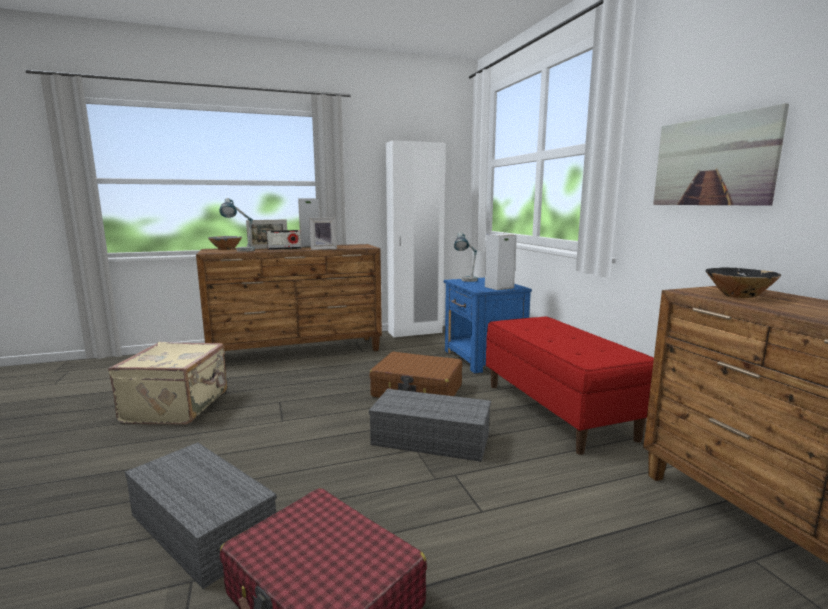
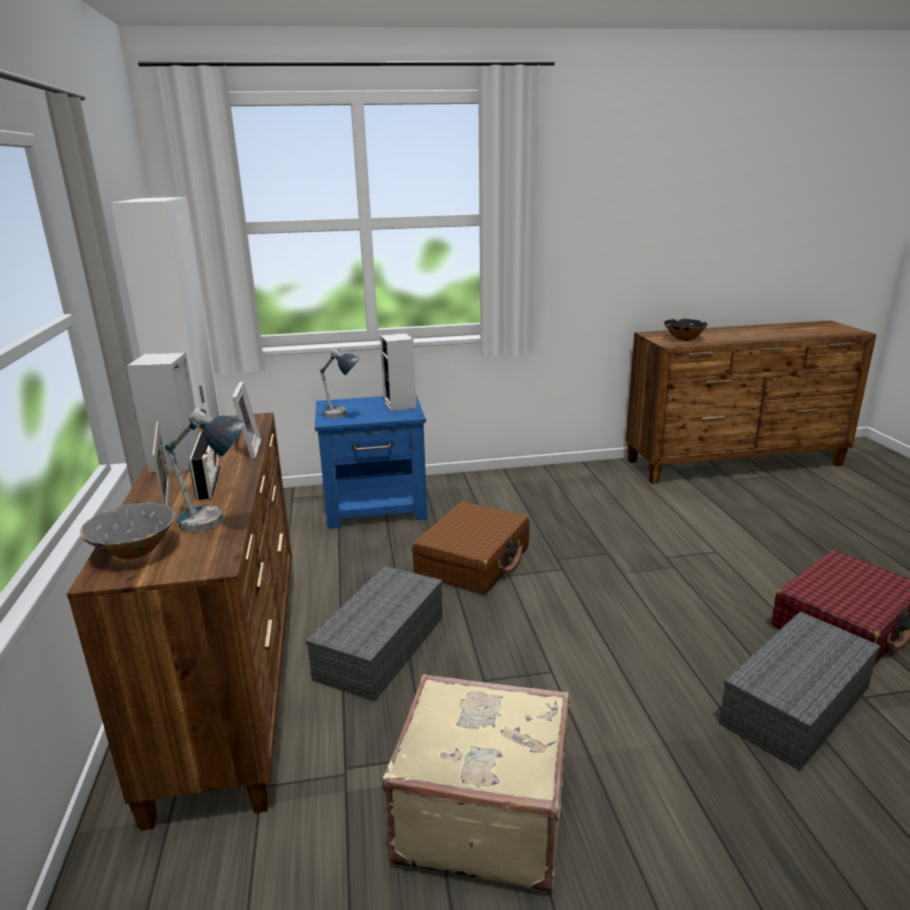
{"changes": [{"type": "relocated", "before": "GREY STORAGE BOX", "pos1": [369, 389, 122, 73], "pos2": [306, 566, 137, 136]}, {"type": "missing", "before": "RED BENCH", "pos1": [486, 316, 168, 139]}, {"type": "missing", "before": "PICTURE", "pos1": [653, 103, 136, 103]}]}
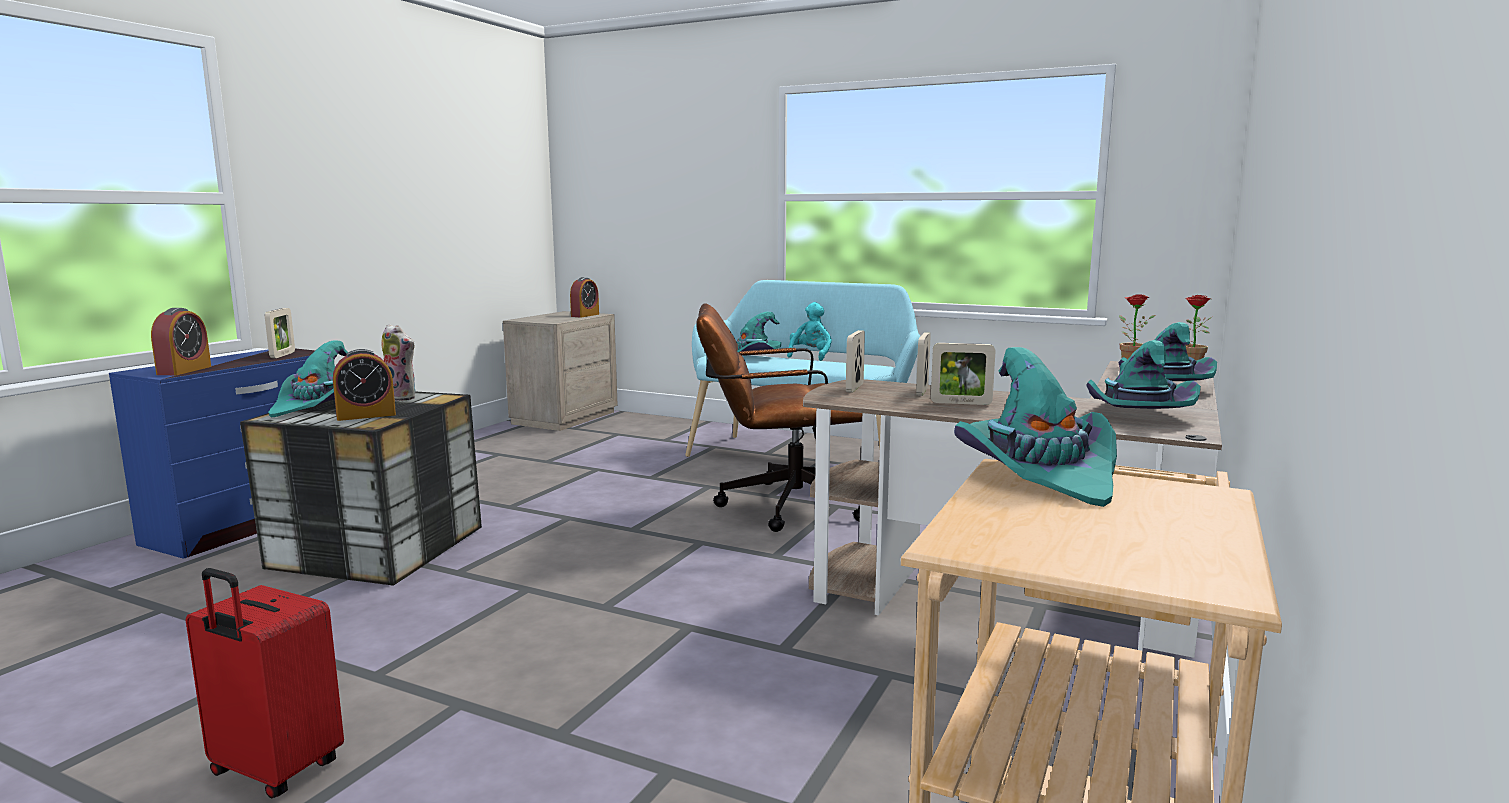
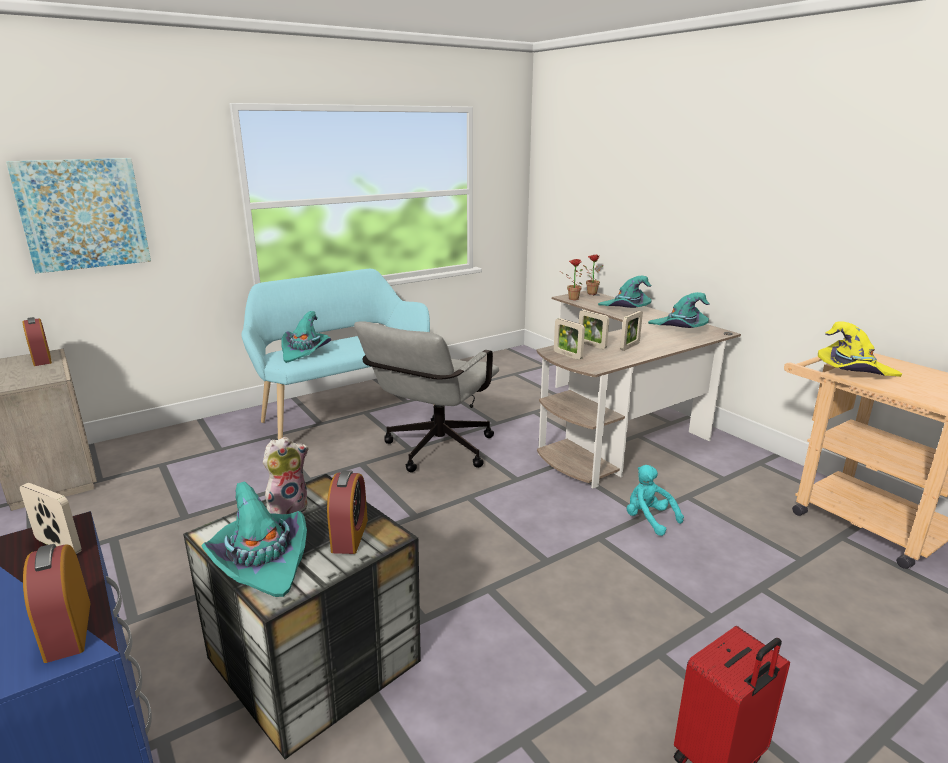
{"changes": [{"type": "appeared", "after": "PICTURE", "pos2": [6, 158, 145, 115]}, {"type": "spun", "before": "ALARM CLOCK", "pos1": [151, 308, 60, 67], "pos2": [23, 544, 68, 119], "turn": -150}, {"type": "colour", "before": "BROWN OFFICE CHAIR", "after": "GREY OFFICE CHAIR", "pos1": [696, 304, 166, 228], "pos2": [354, 321, 145, 151]}, {"type": "relocated", "before": "TURQUOISE PLUSH TOY", "pos1": [787, 302, 45, 59], "pos2": [627, 465, 57, 71]}, {"type": "colour", "before": "TURQUOISE HAT", "after": "YELLOW HAT", "pos1": [954, 347, 163, 160], "pos2": [818, 322, 84, 55]}]}
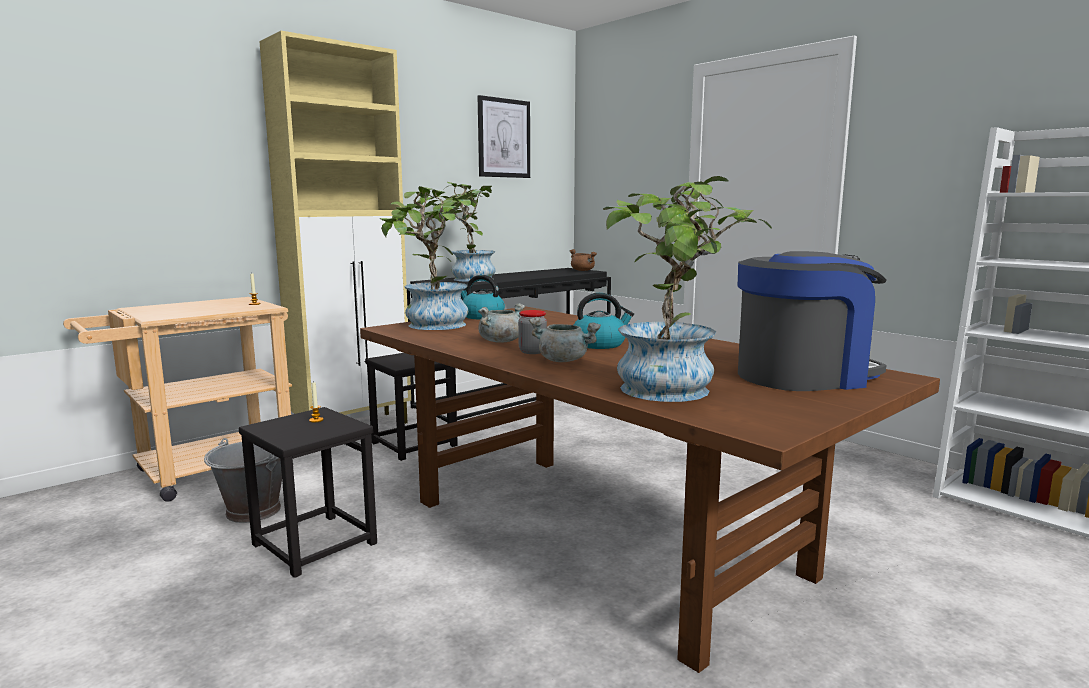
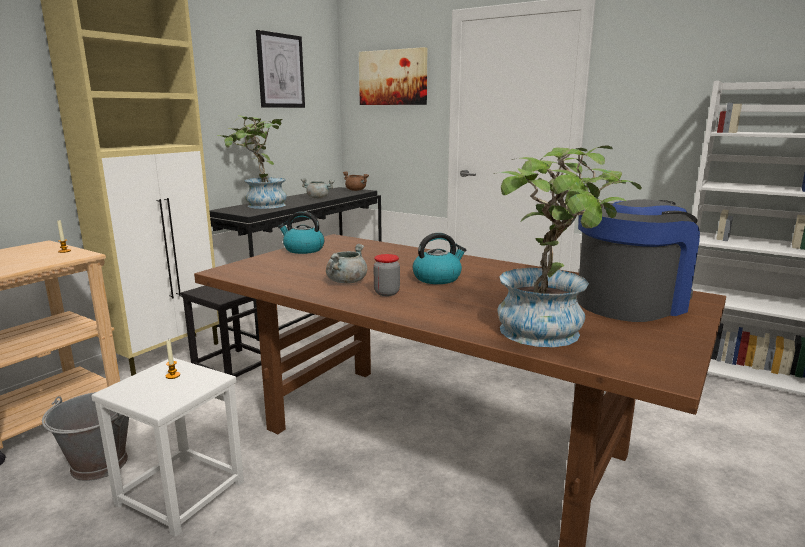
{"changes": [{"type": "colour", "before": "BLACK STOOL", "after": "WHITE STOOL", "pos1": [239, 407, 138, 171], "pos2": [91, 358, 153, 179]}, {"type": "relocated", "before": "GREY COOKING POT", "pos1": [529, 317, 72, 45], "pos2": [301, 178, 34, 20]}, {"type": "appeared", "after": "PICTURE", "pos2": [359, 47, 69, 58]}, {"type": "missing", "before": "POTTED PLANT", "pos1": [380, 186, 95, 144]}]}
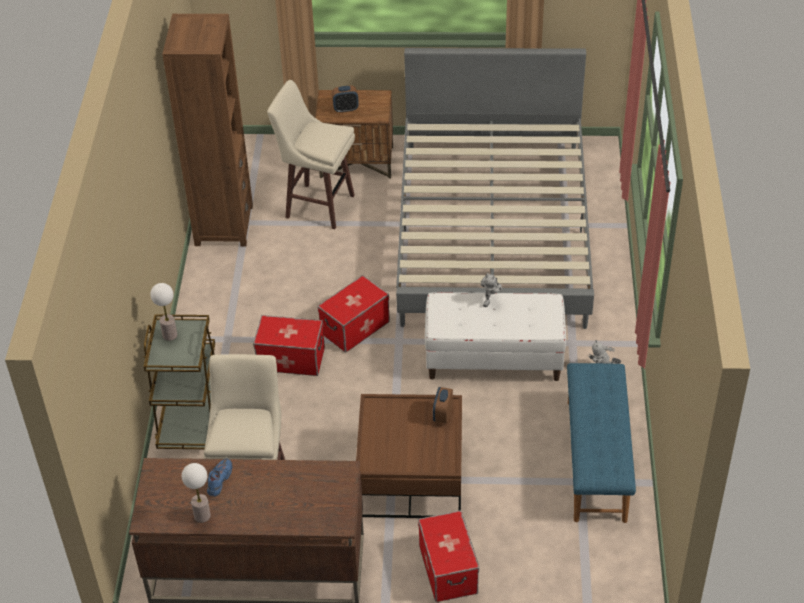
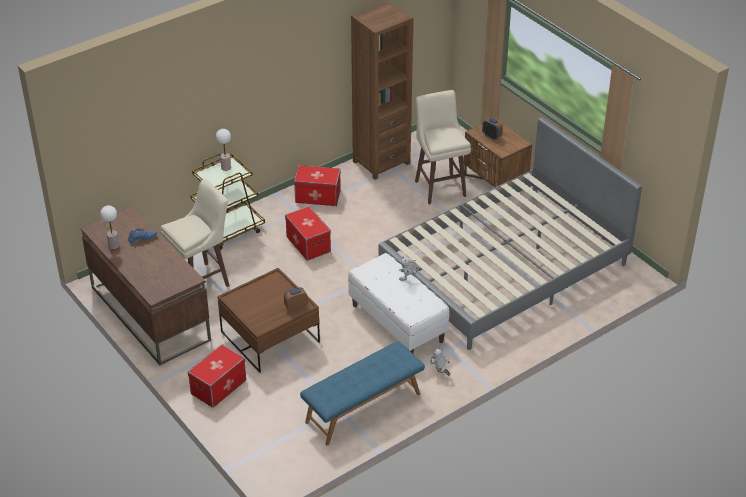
{"changes": [{"type": "relocated", "before": "STORAGE BOX", "pos1": [317, 275, 73, 78], "pos2": [294, 165, 47, 41]}]}
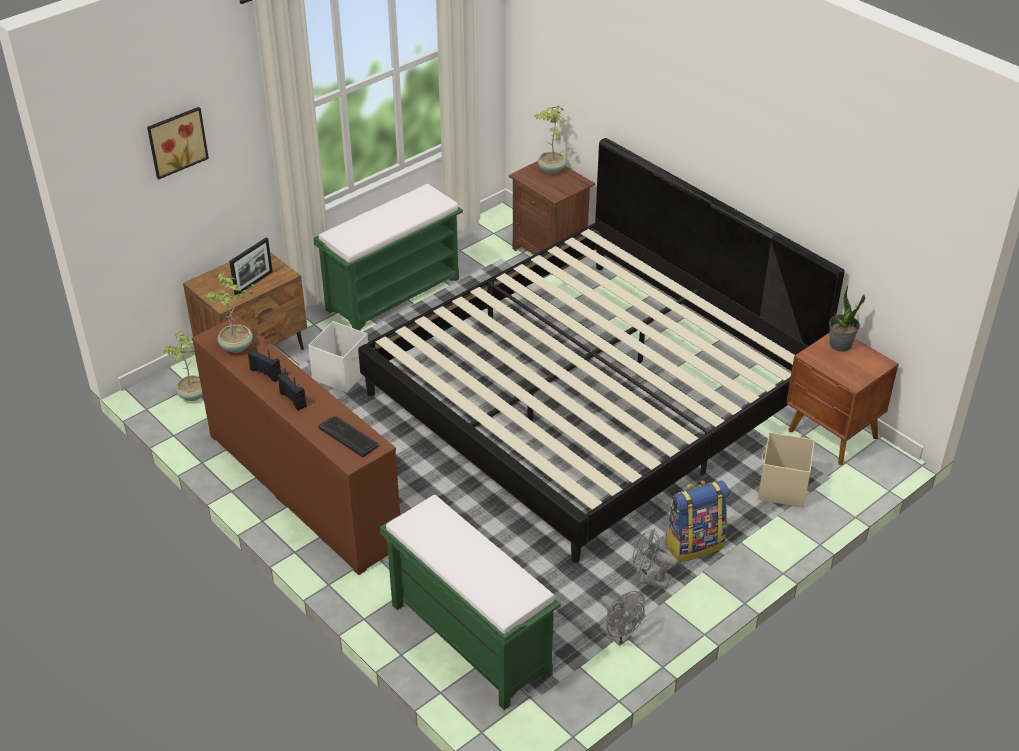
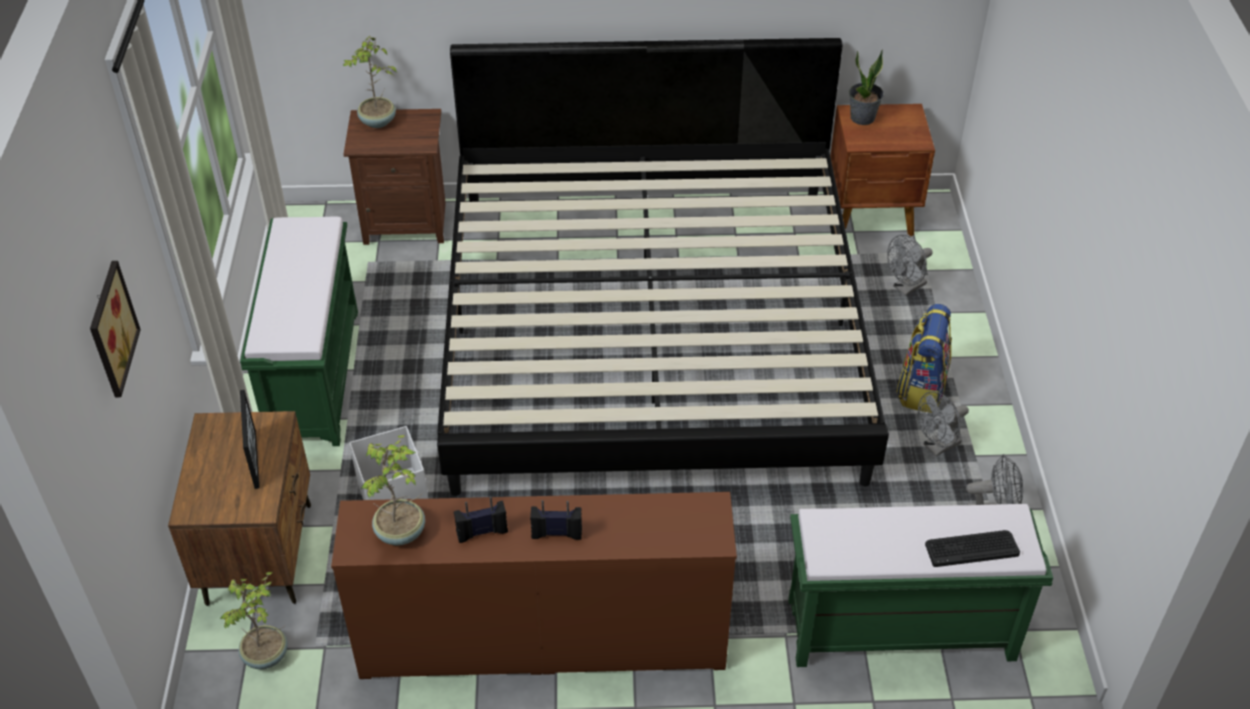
{"changes": [{"type": "exchanged", "before": "BEIGE STORAGE BOX", "after": "GREY FAN", "pos1": [758, 432, 57, 76], "pos2": [887, 235, 46, 61]}, {"type": "relocated", "before": "KEYBOARD", "pos1": [319, 416, 60, 41], "pos2": [925, 530, 95, 37]}]}
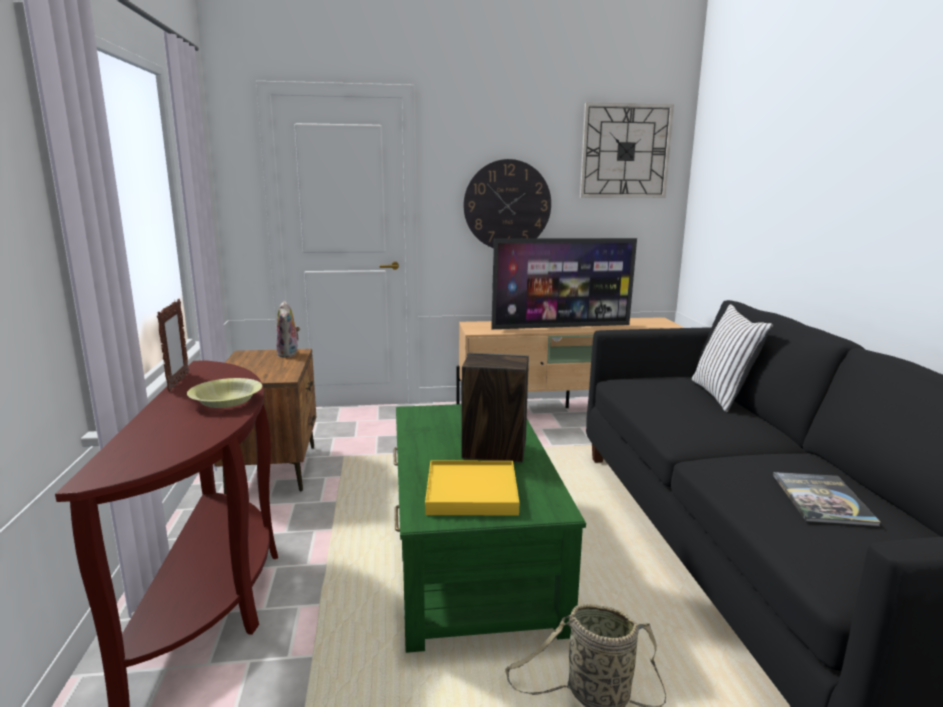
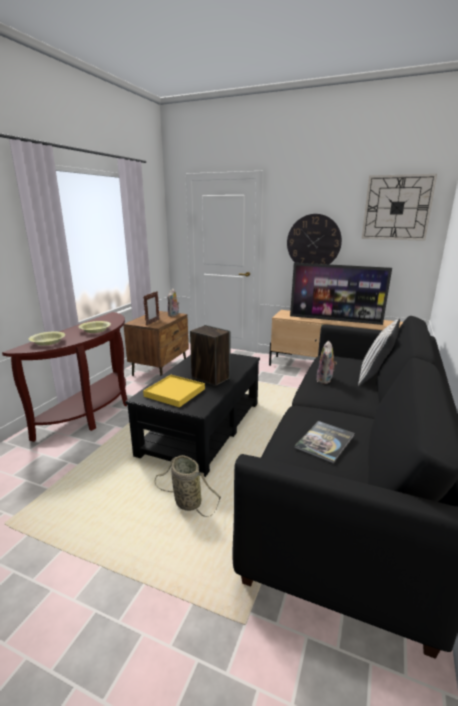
{"changes": [{"type": "appeared", "after": "YELLOW BOWL", "pos2": [28, 332, 37, 14]}, {"type": "colour", "before": "GREEN COFFEE TABLE", "after": "BLACK COFFEE TABLE", "pos1": [393, 404, 193, 249], "pos2": [125, 353, 135, 124]}, {"type": "relocated", "before": "PICTURE FRAME", "pos1": [157, 299, 32, 93], "pos2": [143, 291, 17, 34]}, {"type": "appeared", "after": "PLUSH TOY", "pos2": [316, 341, 21, 43]}]}
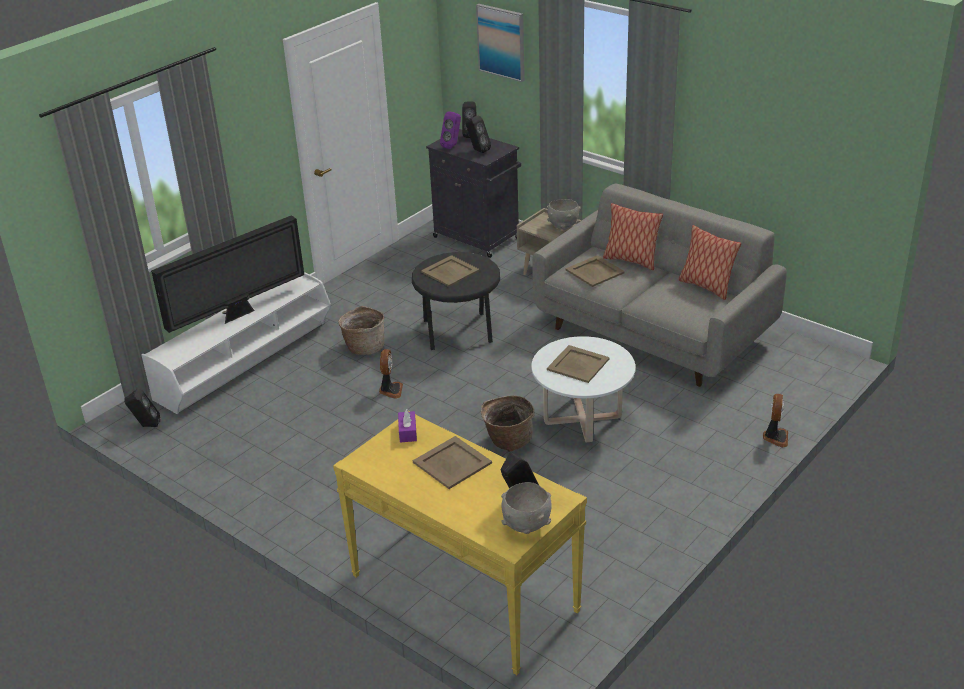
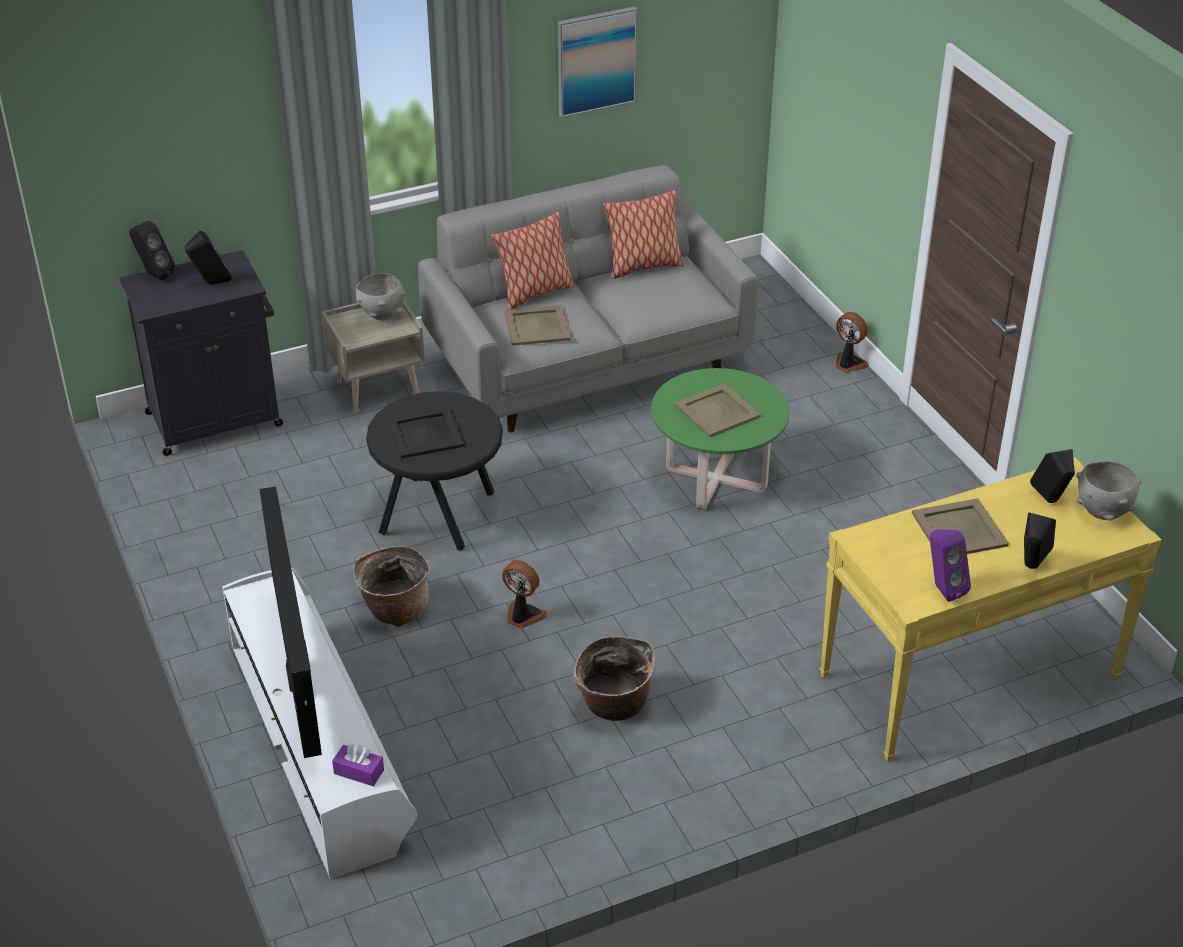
{"changes": [{"type": "relocated", "before": "PURPLE TISSUE BOX", "pos1": [398, 409, 19, 34], "pos2": [332, 744, 52, 42]}, {"type": "colour", "before": "BEIGE TRAY", "after": "BLACK TRAY", "pos1": [421, 255, 59, 32], "pos2": [387, 407, 77, 51]}, {"type": "relocated", "before": "PICTURE", "pos1": [476, 4, 49, 78], "pos2": [558, 7, 80, 111]}, {"type": "relocated", "before": "BASKET", "pos1": [481, 396, 54, 56], "pos2": [574, 636, 81, 85]}, {"type": "colour", "before": "WHITE COFFEE TABLE", "after": "GREEN COFFEE TABLE", "pos1": [531, 336, 104, 106], "pos2": [651, 368, 138, 141]}, {"type": "relocated", "before": "PURPLE SPEAKER", "pos1": [440, 111, 21, 38], "pos2": [930, 529, 41, 73]}, {"type": "relocated", "before": "BLACK SPEAKER", "pos1": [124, 389, 36, 38], "pos2": [1024, 512, 32, 57]}]}
